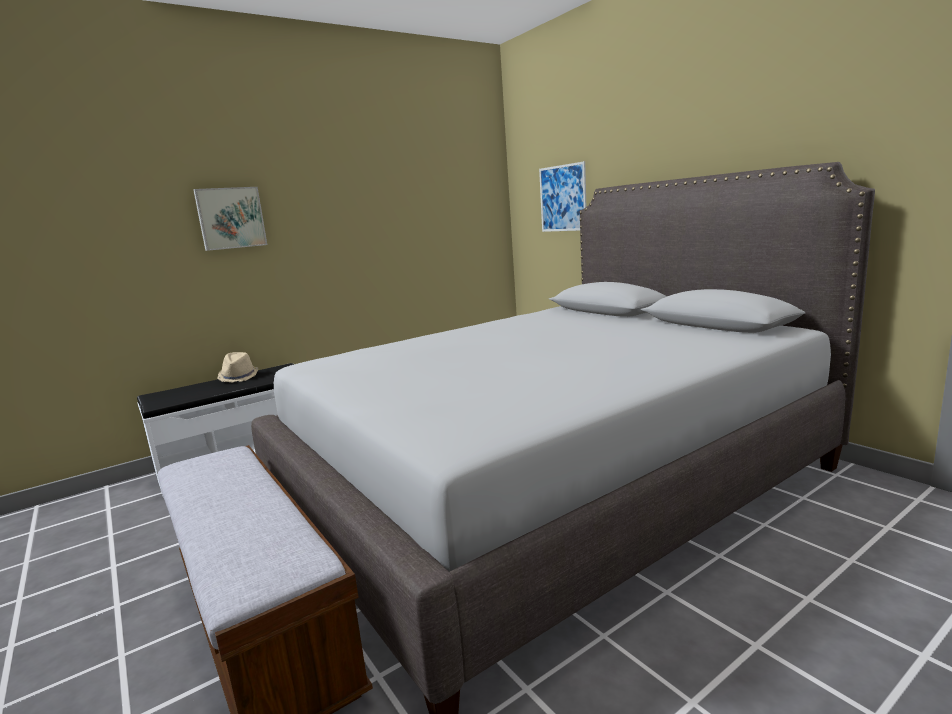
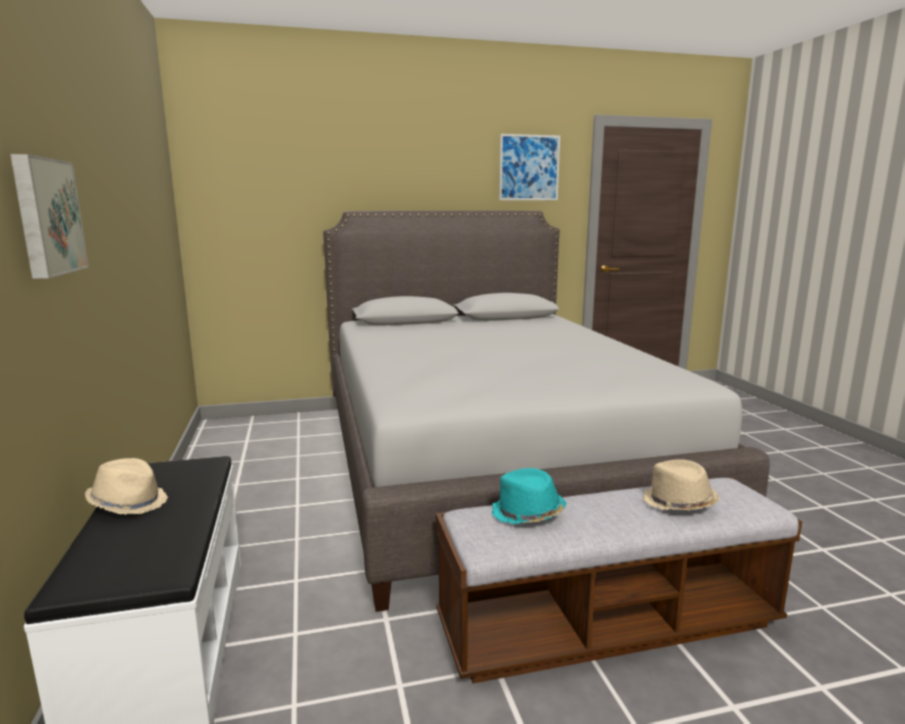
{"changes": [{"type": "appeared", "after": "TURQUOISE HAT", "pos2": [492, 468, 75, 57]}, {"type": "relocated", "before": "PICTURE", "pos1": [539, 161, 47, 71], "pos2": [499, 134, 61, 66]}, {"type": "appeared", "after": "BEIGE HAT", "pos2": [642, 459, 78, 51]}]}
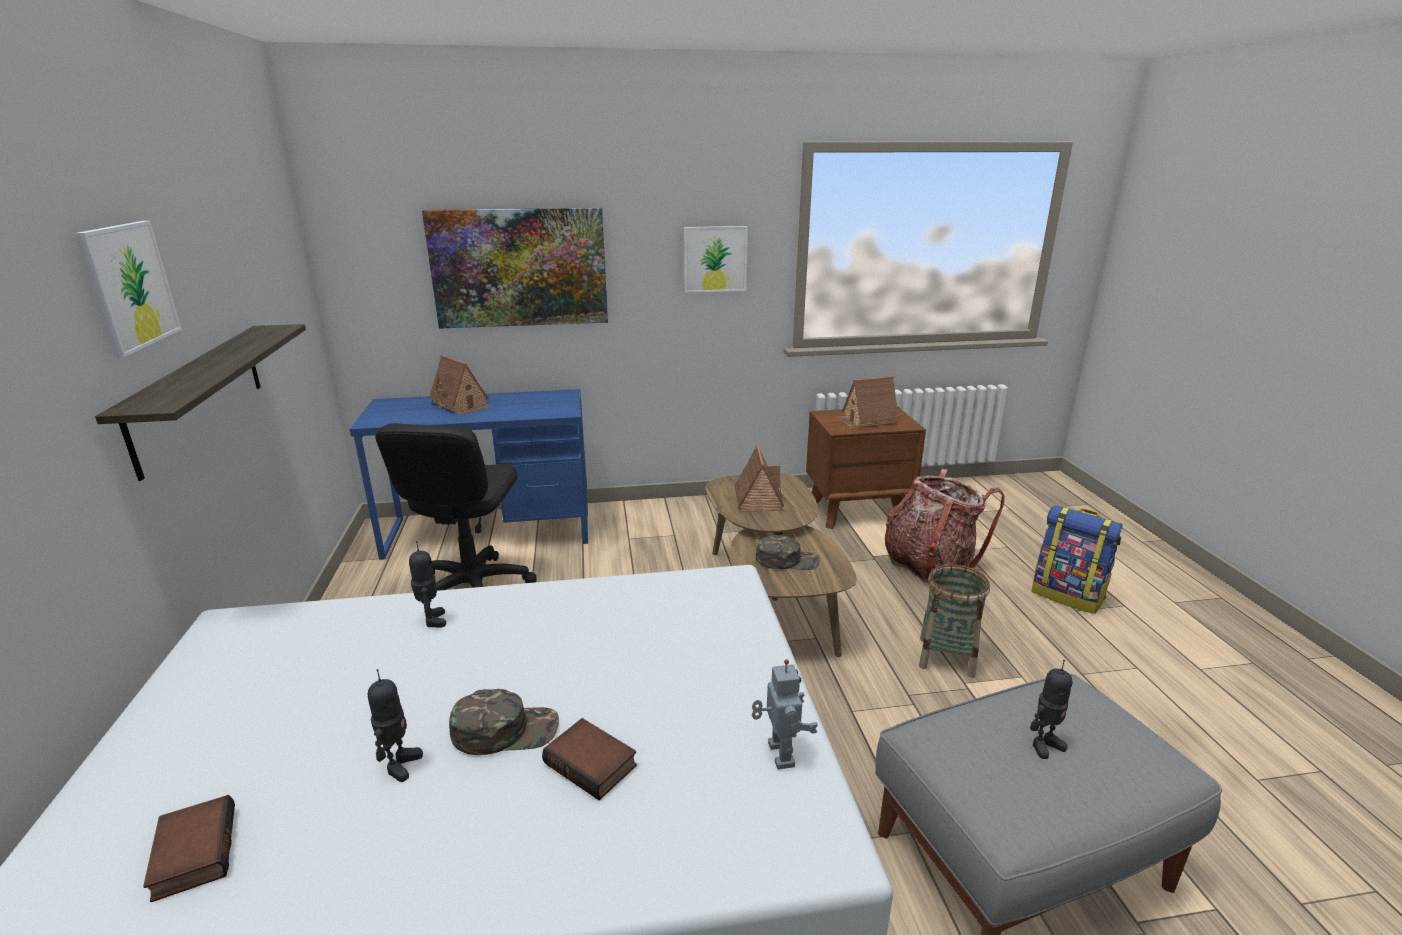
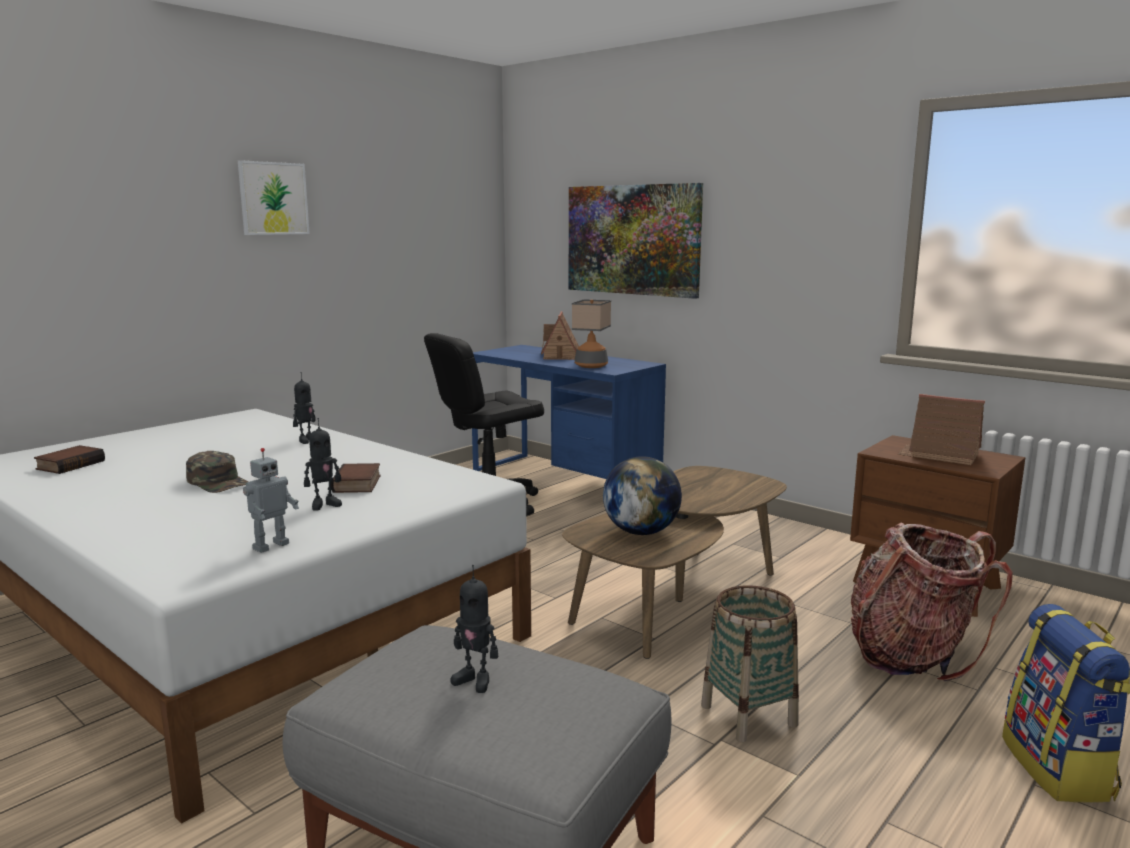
{"changes": [{"type": "relocated", "before": "TOY ROBOT", "pos1": [368, 669, 55, 113], "pos2": [304, 418, 38, 93]}, {"type": "relocated", "before": "BOOK", "pos1": [542, 718, 95, 82], "pos2": [331, 463, 50, 30]}, {"type": "appeared", "after": "TABLE LAMP", "pos2": [572, 299, 39, 69]}, {"type": "exchanged", "before": "GREEN CAP", "after": "GLOBE", "pos1": [756, 535, 64, 35], "pos2": [603, 456, 79, 79]}, {"type": "missing", "before": "SHELF", "pos1": [95, 324, 211, 157]}, {"type": "missing", "before": "PICTURE", "pos1": [684, 226, 64, 67]}, {"type": "missing", "before": "TOY HOUSE", "pos1": [734, 445, 50, 67]}]}
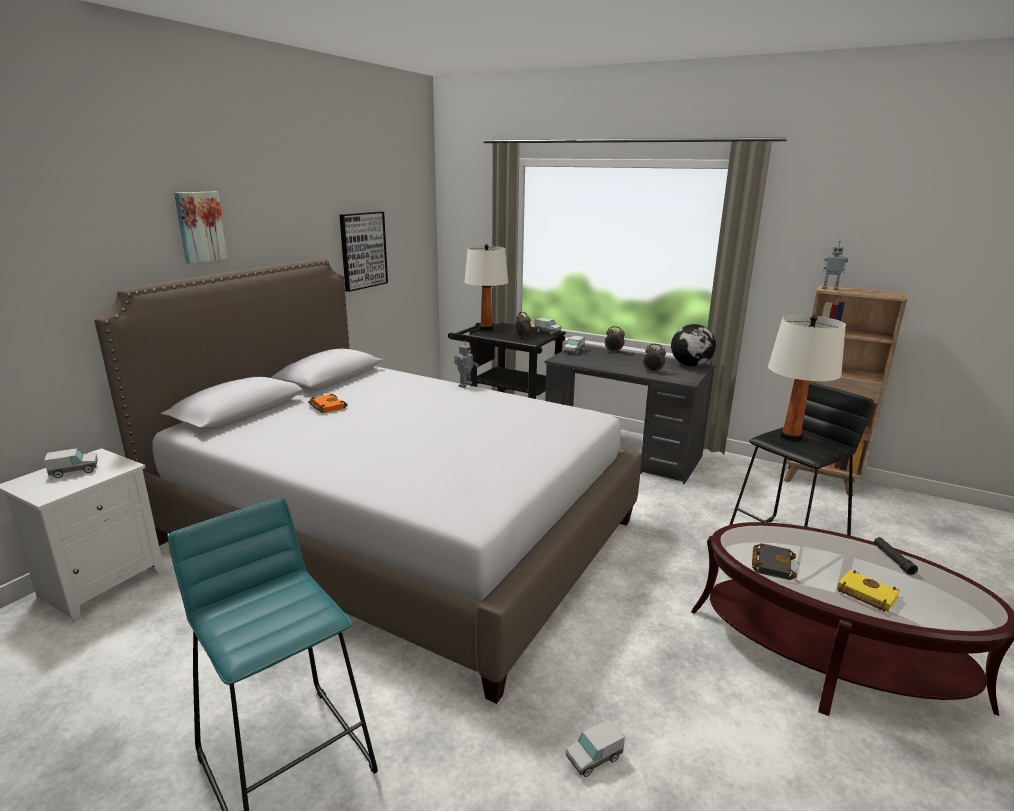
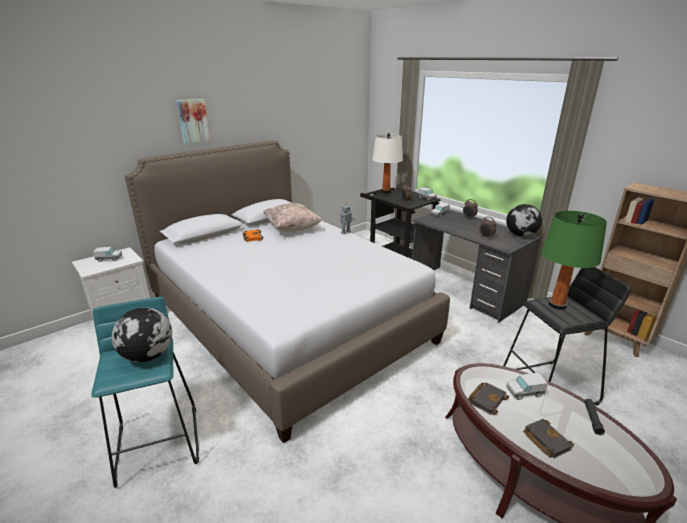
{"changes": [{"type": "appeared", "after": "GLOBE", "pos2": [112, 308, 60, 54]}, {"type": "appeared", "after": "BEIGE PILLOW", "pos2": [263, 203, 59, 29]}, {"type": "relocated", "before": "TOY TRUCK", "pos1": [566, 719, 59, 58], "pos2": [507, 372, 41, 28]}, {"type": "colour", "before": "YELLOW BOOK", "after": "BLACK BOOK", "pos1": [837, 570, 63, 42], "pos2": [523, 419, 51, 39]}, {"type": "colour", "before": "WHITE TABLE LAMP", "after": "GREEN TABLE LAMP", "pos1": [768, 315, 78, 126], "pos2": [541, 211, 66, 99]}, {"type": "missing", "before": "PICTURE", "pos1": [339, 212, 49, 80]}, {"type": "missing", "before": "TOY ROBOT", "pos1": [822, 241, 26, 49]}]}
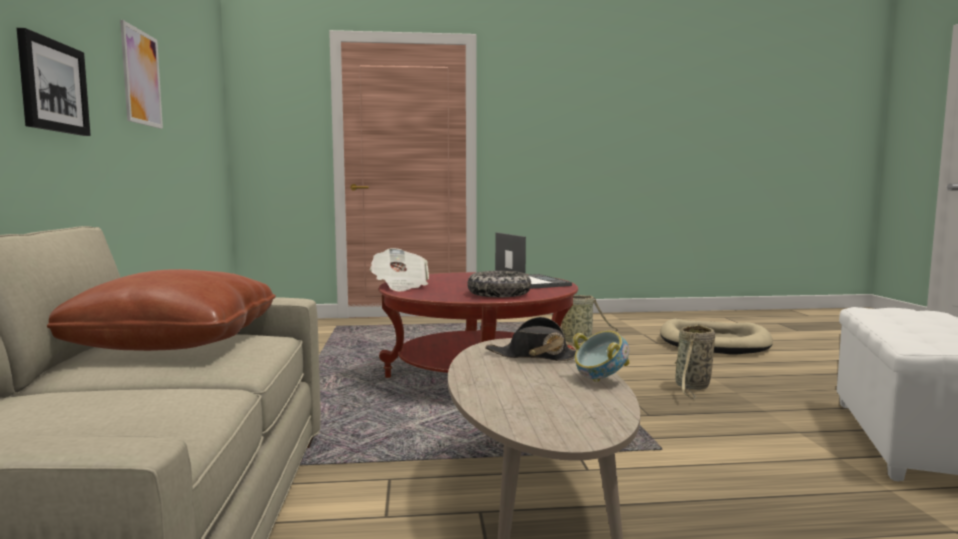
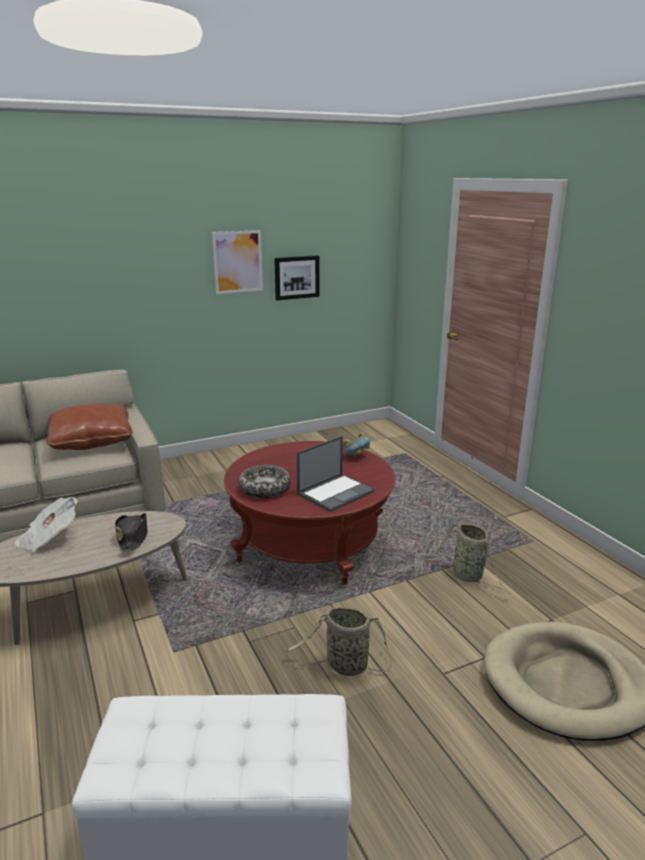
{"changes": [{"type": "relocated", "before": "NEWSPAPER", "pos1": [370, 248, 59, 43], "pos2": [15, 497, 63, 55]}, {"type": "relocated", "before": "PICTURE", "pos1": [17, 28, 74, 108], "pos2": [274, 255, 45, 45]}, {"type": "relocated", "before": "BOWL", "pos1": [572, 330, 57, 52], "pos2": [344, 433, 26, 23]}]}
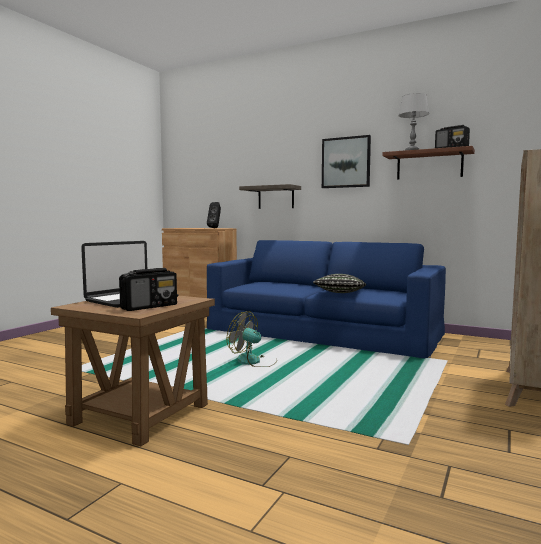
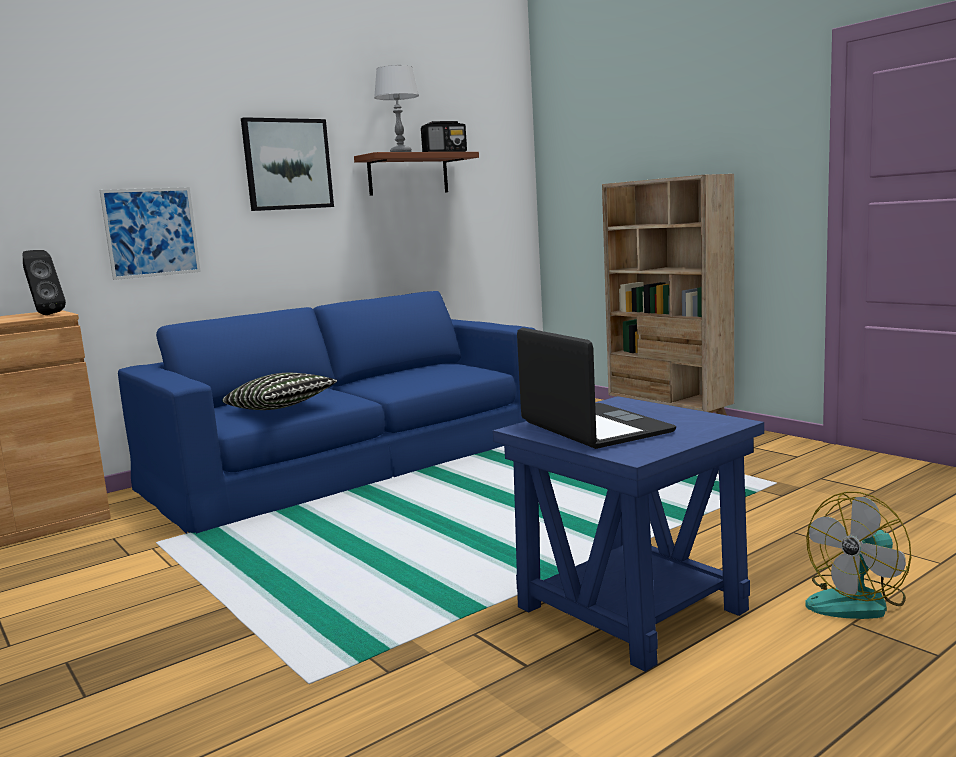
{"changes": [{"type": "exchanged", "before": "SHELF", "after": "PICTURE", "pos1": [239, 184, 62, 25], "pos2": [100, 187, 101, 93]}, {"type": "relocated", "before": "PILLOW", "pos1": [313, 274, 53, 19], "pos2": [222, 373, 115, 37]}, {"type": "colour", "before": "BROWN SIDE TABLE", "after": "BLUE SIDE TABLE", "pos1": [51, 295, 164, 151], "pos2": [493, 396, 271, 276]}, {"type": "relocated", "before": "FAN", "pos1": [227, 311, 50, 56], "pos2": [805, 492, 106, 127]}, {"type": "missing", "before": "RADIO", "pos1": [119, 268, 58, 43]}]}
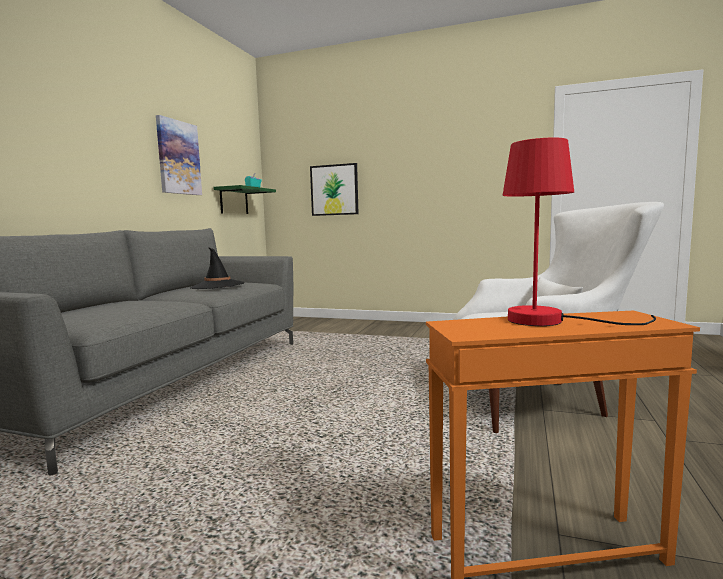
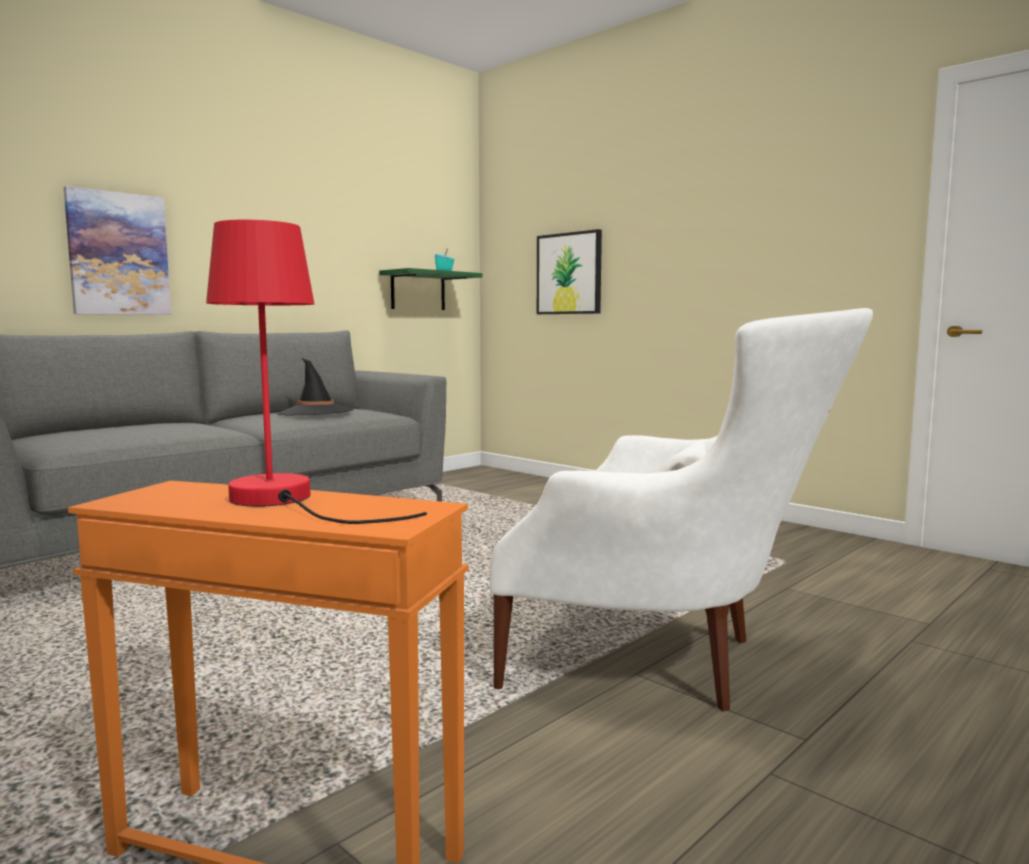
{"changes": [{"type": "relocated", "before": "PICTURE", "pos1": [156, 115, 46, 80], "pos2": [64, 186, 107, 129]}]}
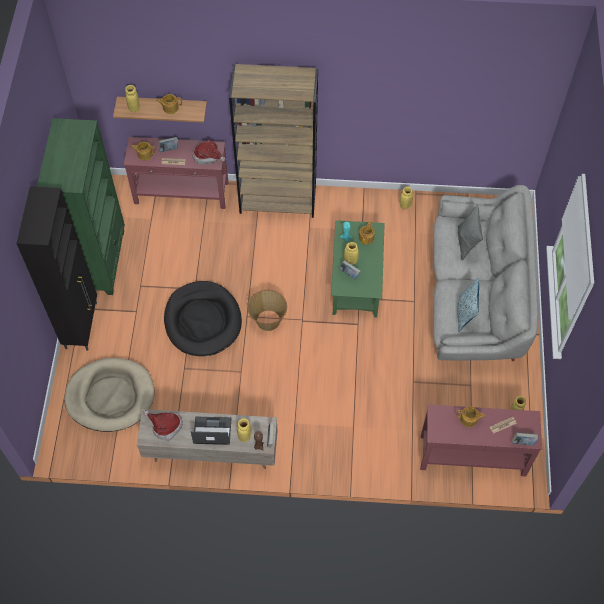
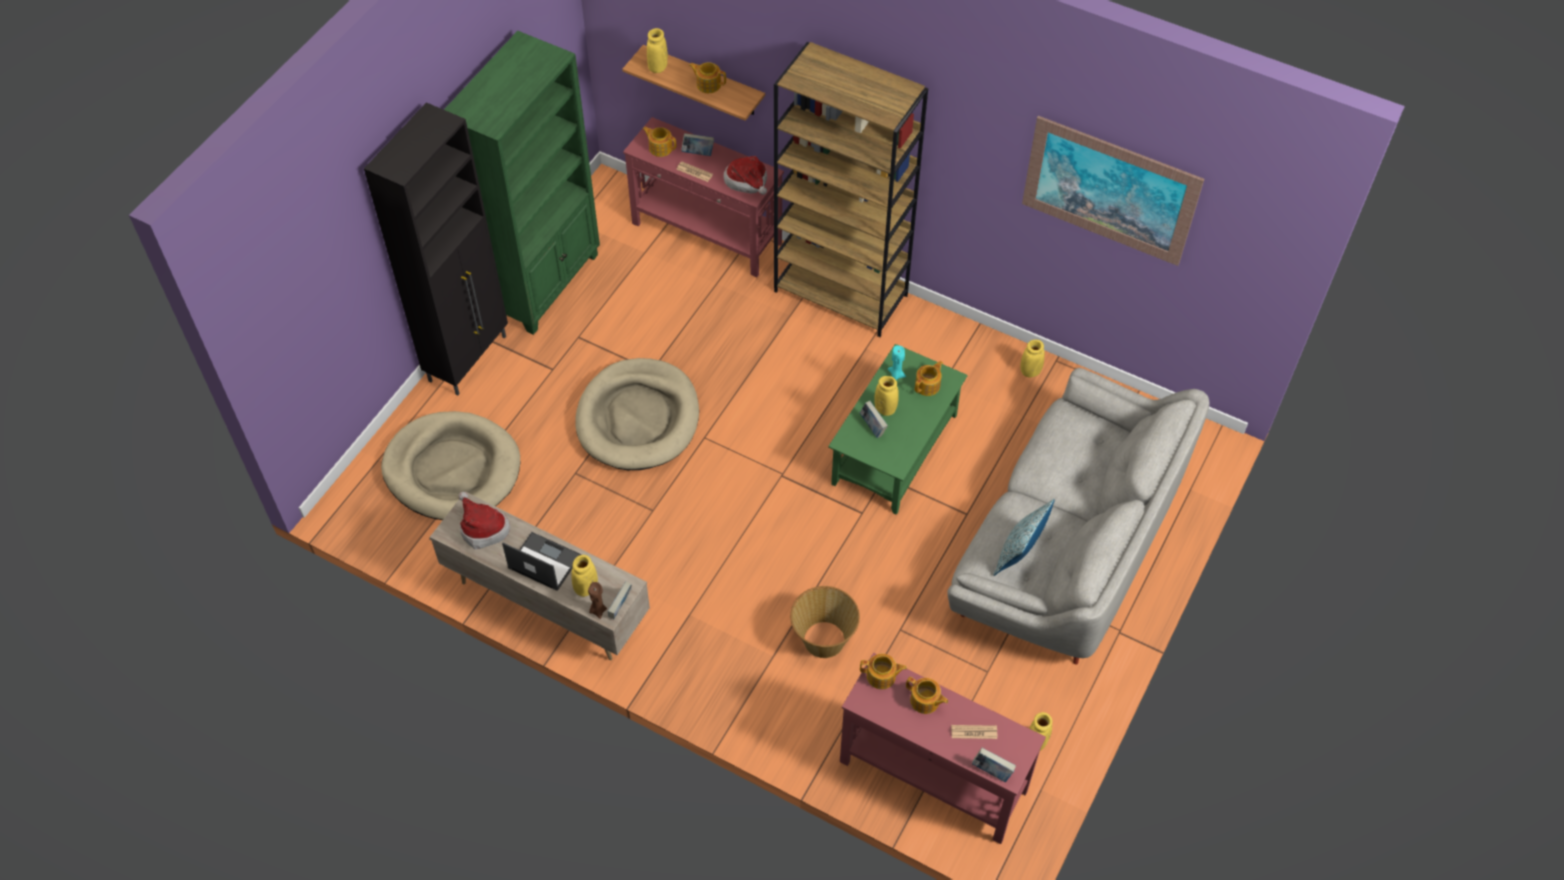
{"changes": [{"type": "colour", "before": "BLACK DOG BED", "after": "BEIGE DOG BED", "pos1": [164, 281, 78, 75], "pos2": [575, 358, 124, 112]}, {"type": "relocated", "before": "BASKET", "pos1": [247, 290, 40, 41], "pos2": [790, 586, 70, 72]}, {"type": "appeared", "after": "TEAPOT", "pos2": [860, 654, 47, 35]}, {"type": "appeared", "after": "PICTURE", "pos2": [1022, 116, 182, 150]}, {"type": "missing", "before": "GREY PILLOW", "pos1": [458, 204, 25, 57]}]}
